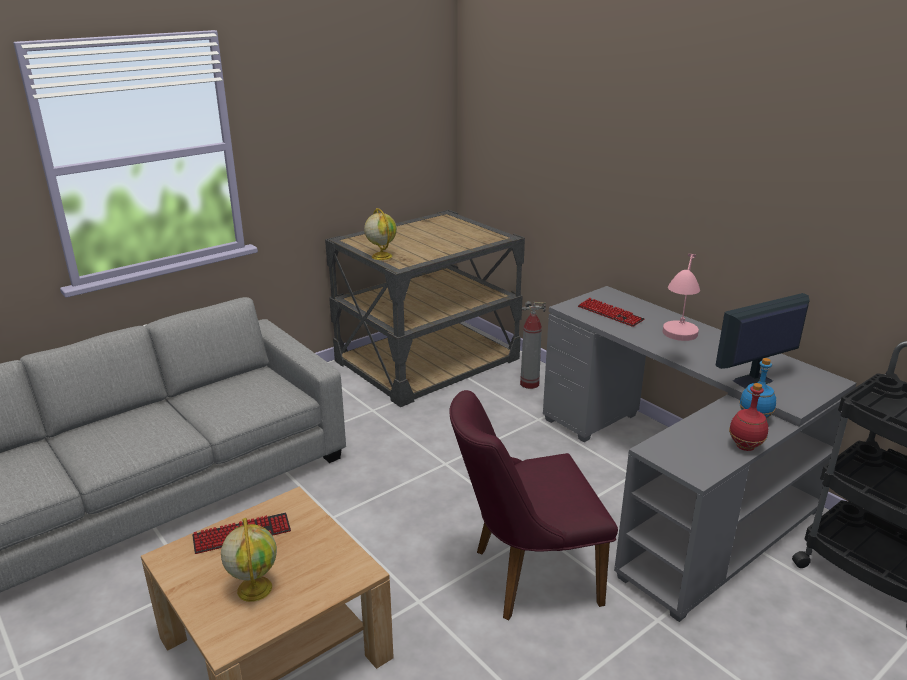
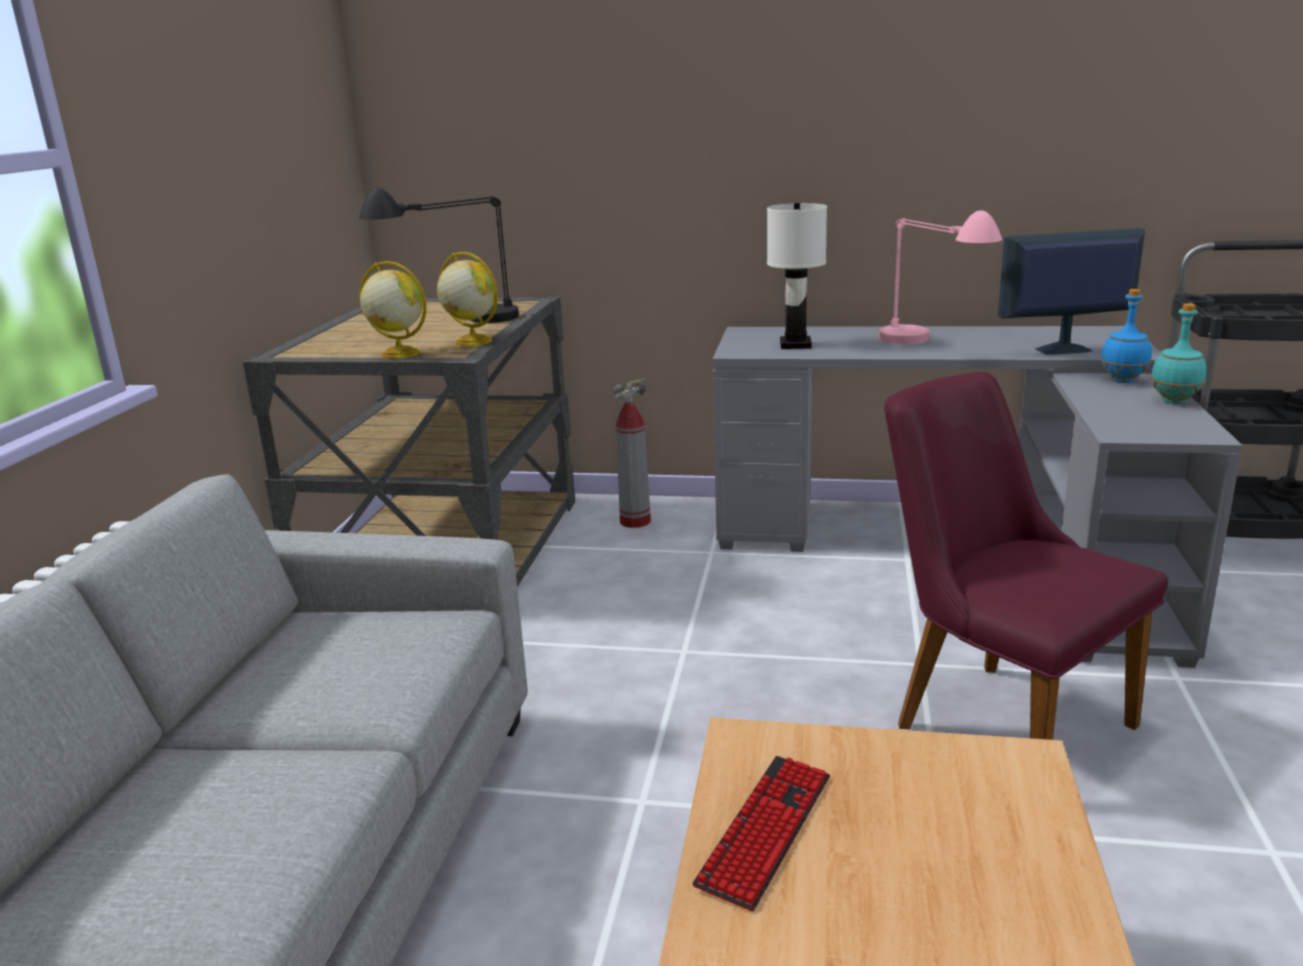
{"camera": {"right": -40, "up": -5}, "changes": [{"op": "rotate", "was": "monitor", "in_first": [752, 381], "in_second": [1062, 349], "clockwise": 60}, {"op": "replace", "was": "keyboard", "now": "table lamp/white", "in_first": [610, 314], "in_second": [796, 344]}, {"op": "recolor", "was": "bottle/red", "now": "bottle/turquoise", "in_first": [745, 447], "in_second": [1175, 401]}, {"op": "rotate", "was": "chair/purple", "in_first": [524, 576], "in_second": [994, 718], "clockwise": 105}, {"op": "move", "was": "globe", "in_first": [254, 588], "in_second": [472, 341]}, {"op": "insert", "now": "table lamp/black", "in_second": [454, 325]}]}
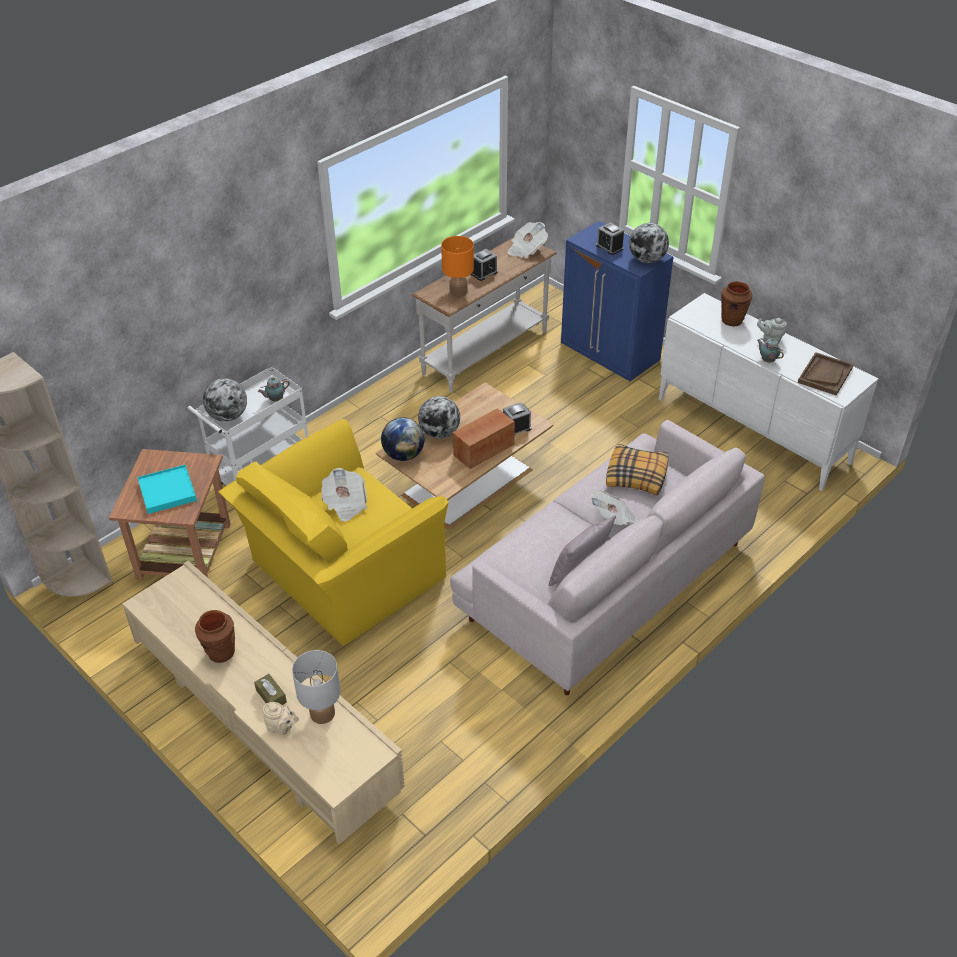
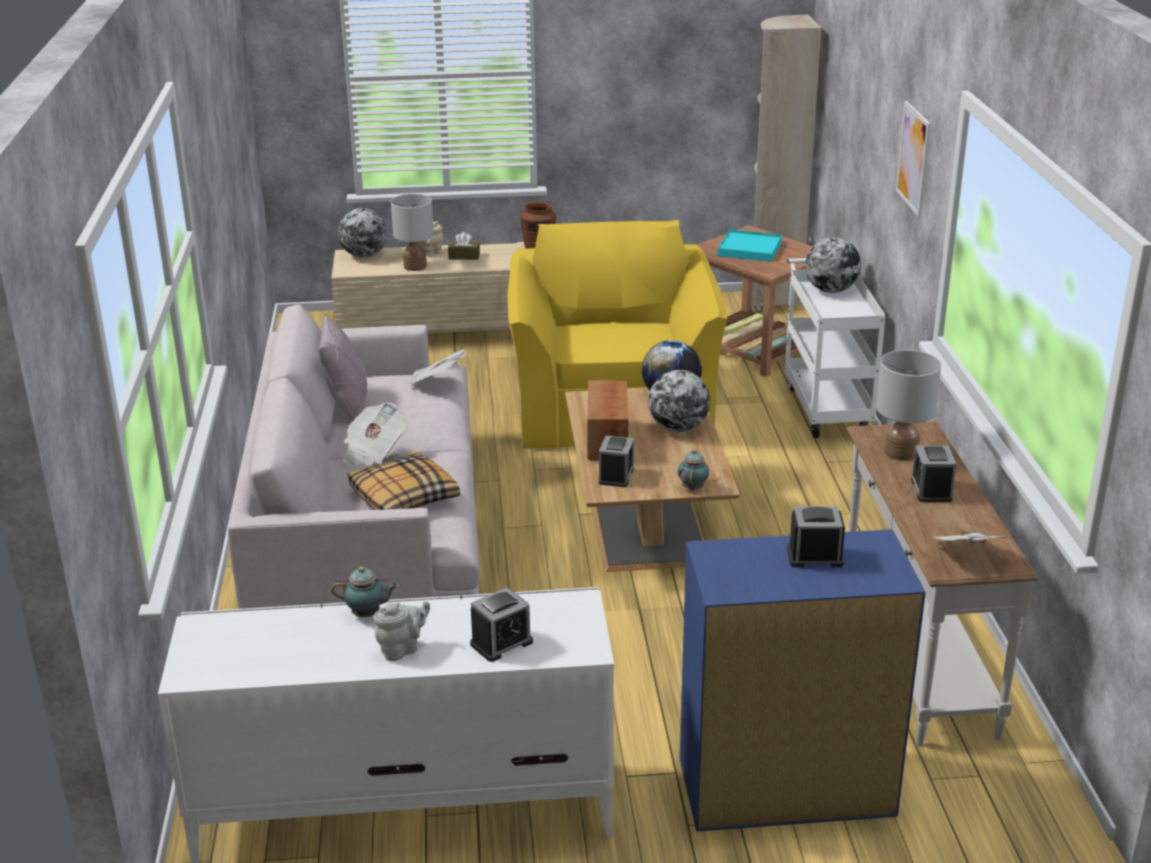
{"camera": {"right": 130, "up": -15}, "changes": [{"op": "move", "was": "globe", "in_first": [647, 260], "in_second": [364, 255]}, {"op": "recolor", "was": "table lamp/orange", "now": "table lamp/grey", "in_first": [458, 291], "in_second": [900, 452]}, {"op": "replace", "was": "vase/brown", "now": "alarm clock", "in_first": [732, 320], "in_second": [501, 643]}, {"op": "delete", "was": "tray/brown", "in_first": [825, 375]}, {"op": "move", "was": "teapot", "in_first": [275, 399], "in_second": [693, 487]}, {"op": "move", "was": "newspaper", "in_first": [345, 504], "in_second": [437, 381]}, {"op": "insert", "now": "picture", "in_second": [913, 158]}]}
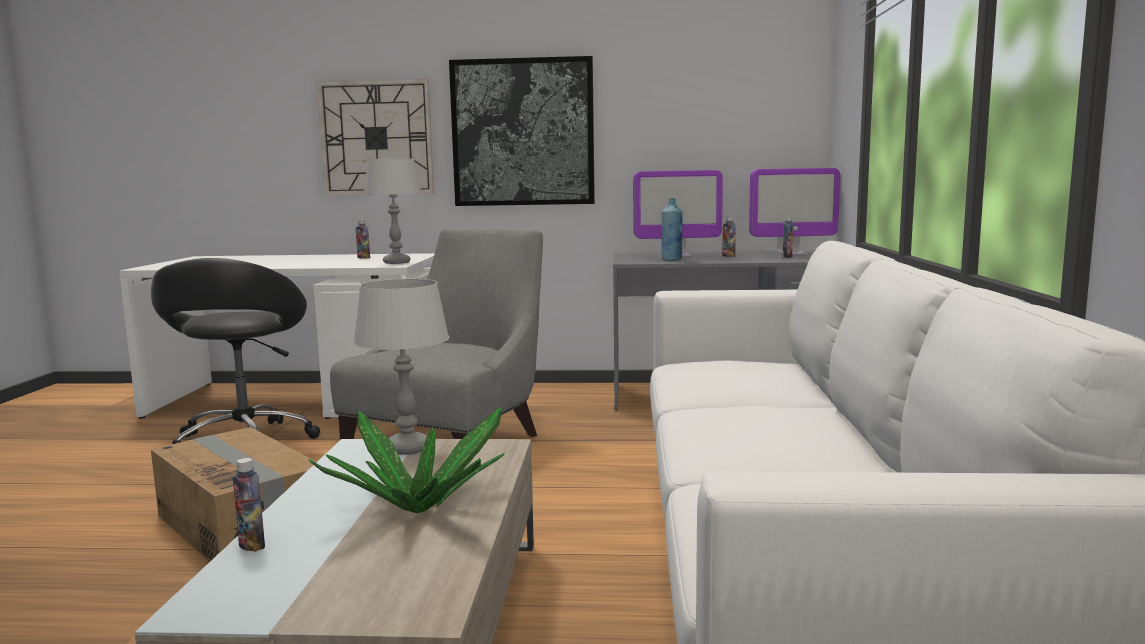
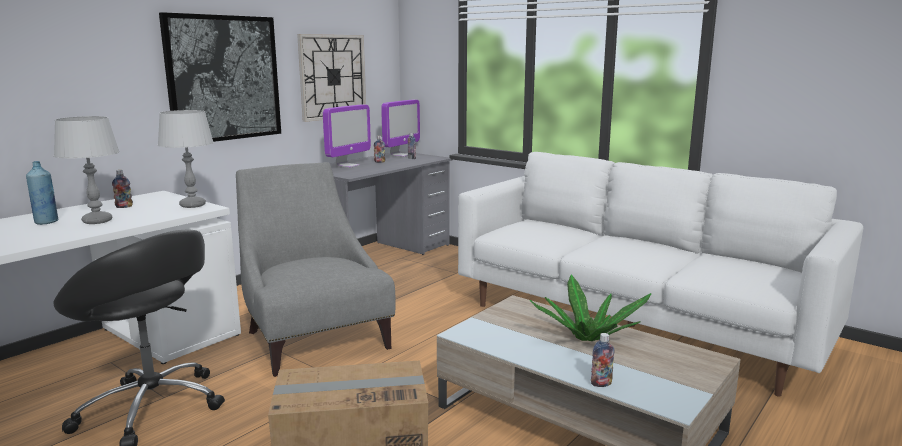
{"camera": {"right": -55, "up": 5}, "changes": [{"op": "move", "was": "wall clock", "in_first": [376, 138], "in_second": [332, 77]}, {"op": "move", "was": "bottle/blue", "in_first": [671, 260], "in_second": [46, 222]}, {"op": "move", "was": "table lamp/grey", "in_first": [408, 448], "in_second": [97, 221]}]}
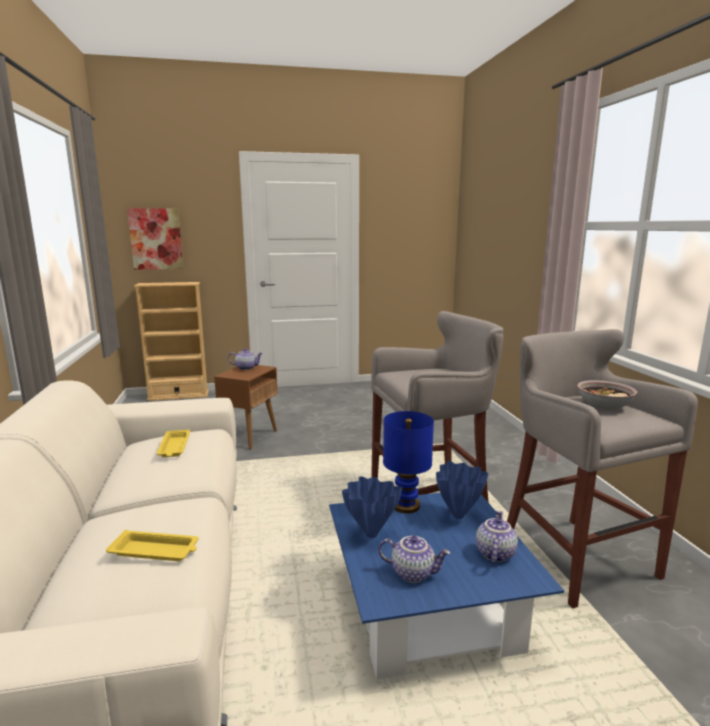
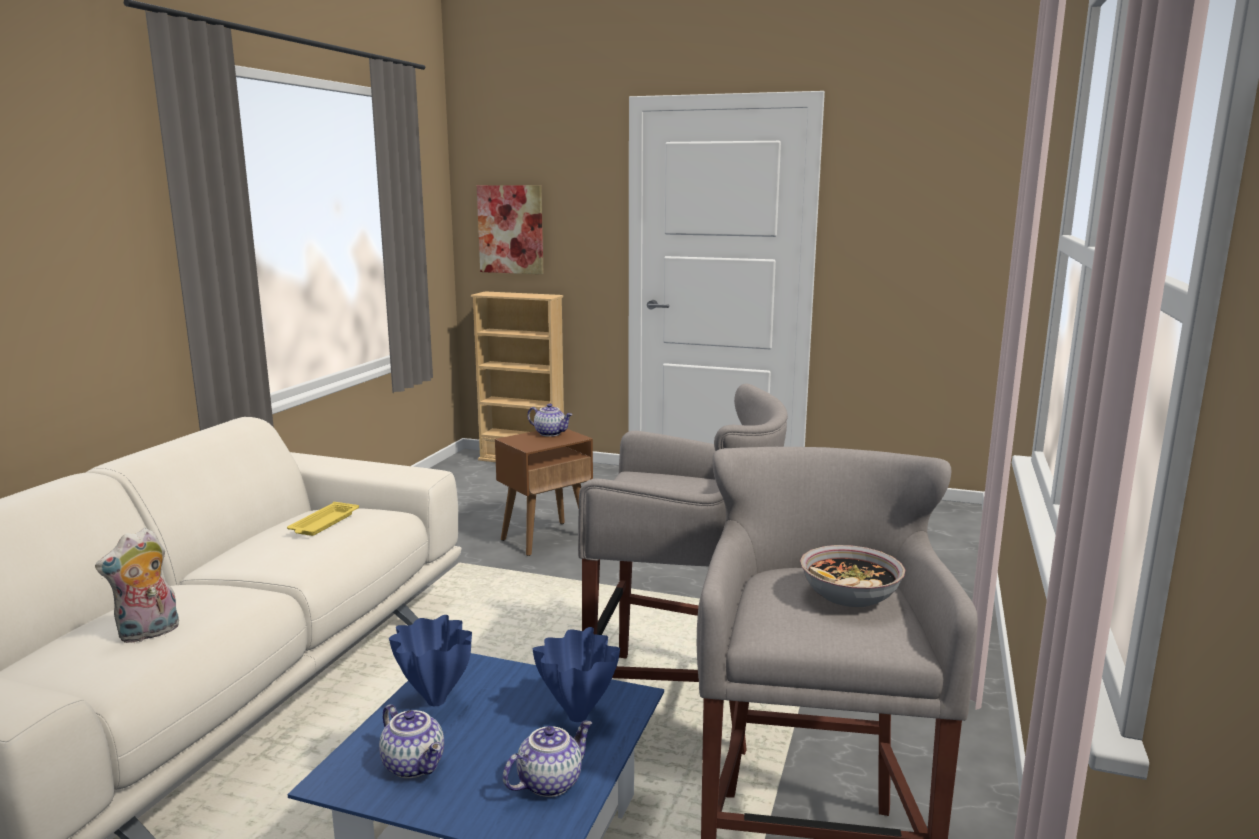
{"camera": {"right": 30, "up": 0}, "changes": [{"op": "delete", "was": "table lamp/blue", "in_first": [406, 506]}, {"op": "replace", "was": "tray/yellow", "now": "plush toy", "in_first": [155, 551], "in_second": [148, 634]}]}
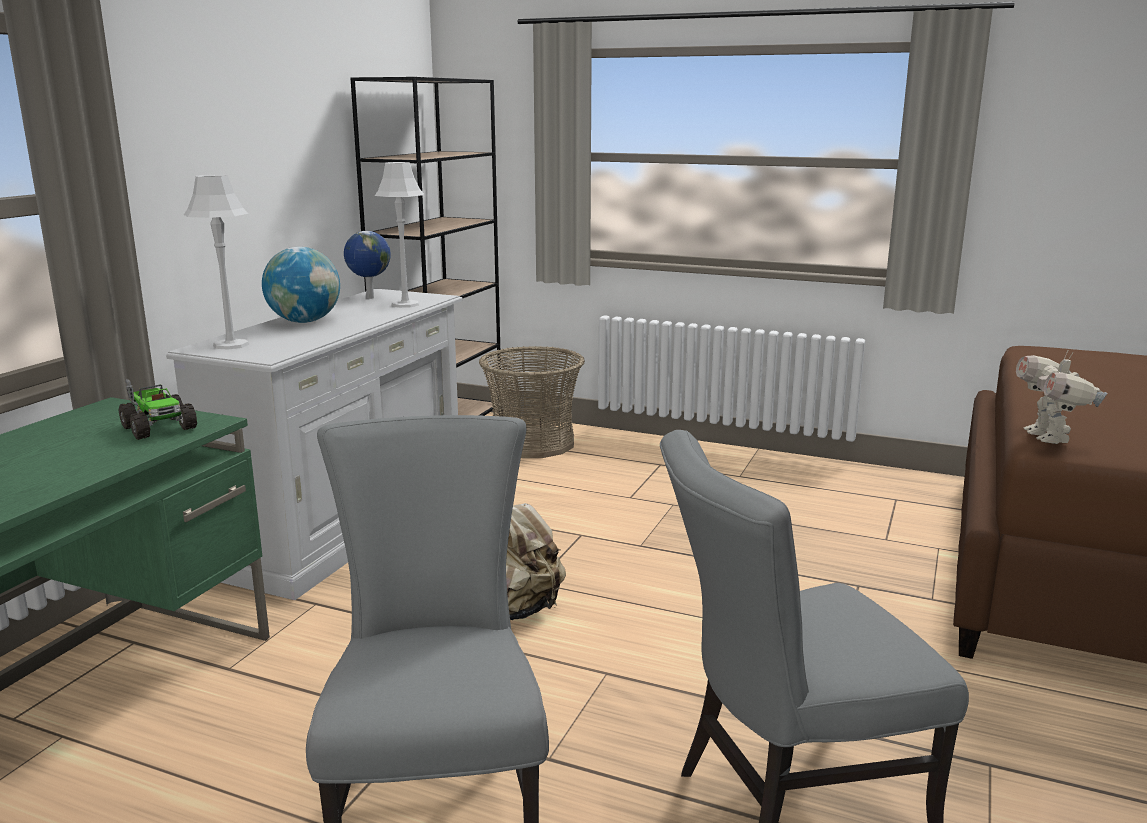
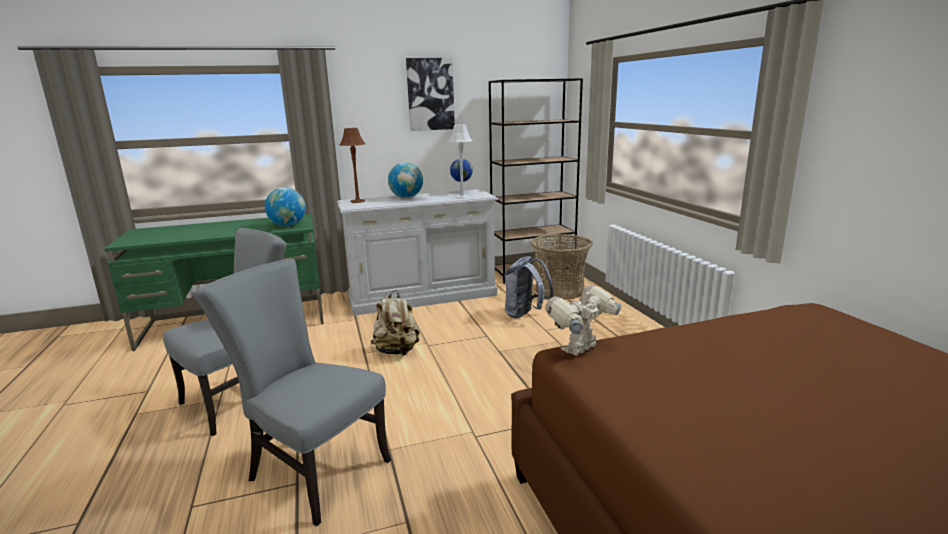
{"camera": {"right": 50, "up": 0}, "changes": [{"op": "recolor", "was": "table lamp/grey", "now": "table lamp/brown", "in_first": [230, 345], "in_second": [357, 201]}, {"op": "replace", "was": "toy truck", "now": "globe", "in_first": [159, 427], "in_second": [288, 225]}, {"op": "insert", "now": "picture", "in_second": [430, 94]}, {"op": "insert", "now": "backpack/grey", "in_second": [525, 315]}]}
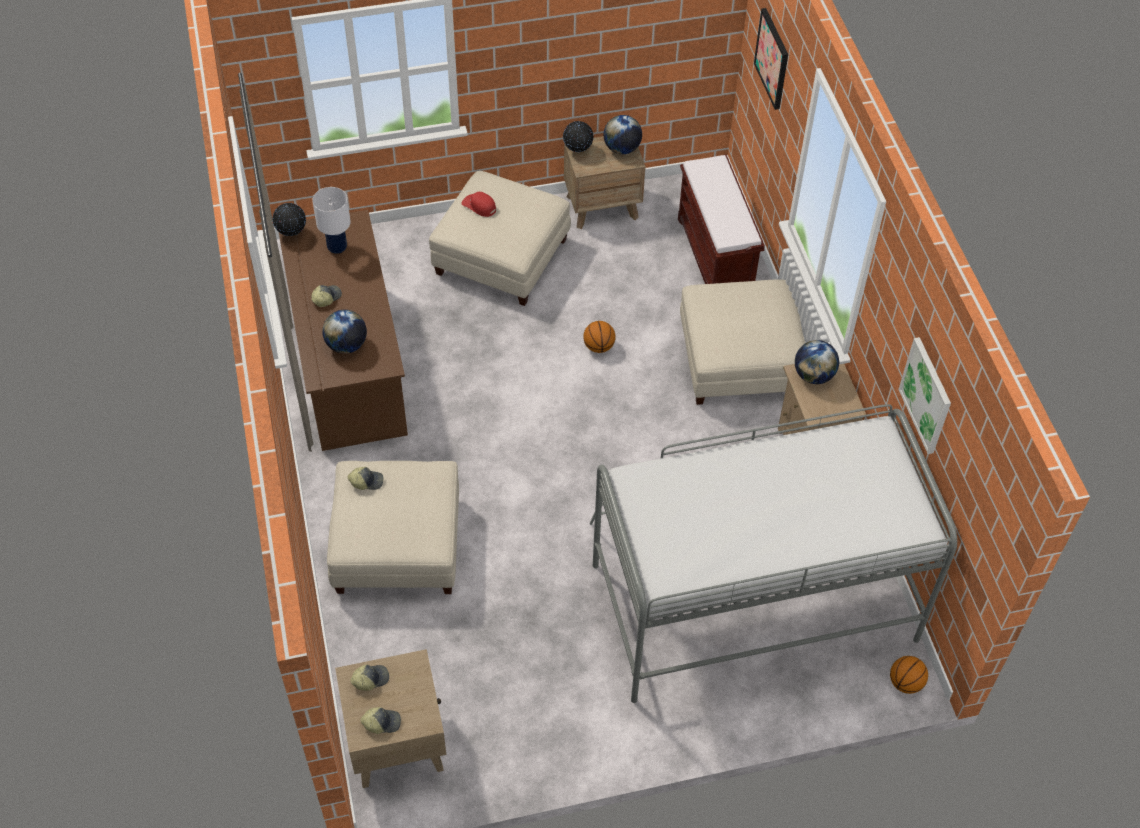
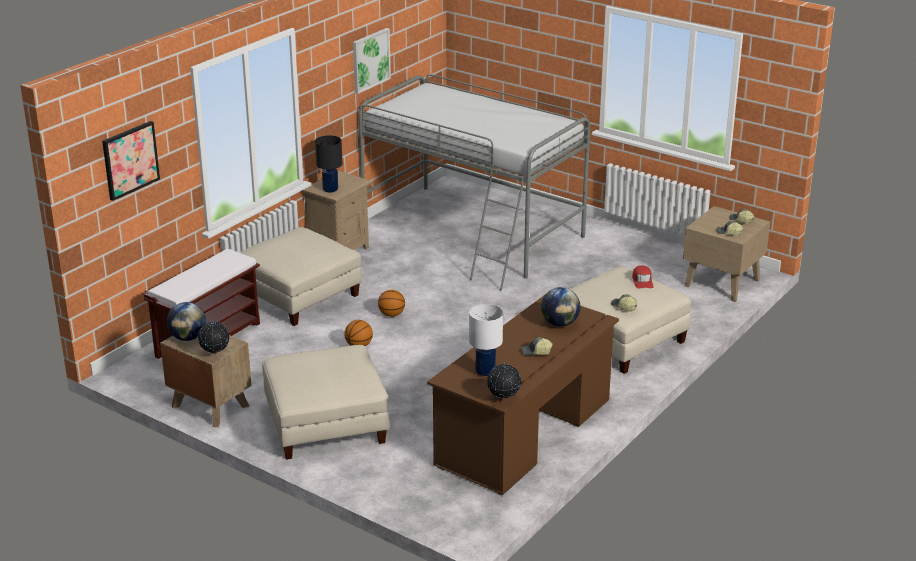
{"camera": {"right": -130, "up": -25}, "changes": [{"op": "move", "was": "cap/red", "in_first": [479, 206], "in_second": [642, 281]}, {"op": "replace", "was": "globe", "now": "table lamp/black", "in_first": [813, 375], "in_second": [330, 190]}, {"op": "move", "was": "basketball", "in_first": [905, 683], "in_second": [391, 314]}]}
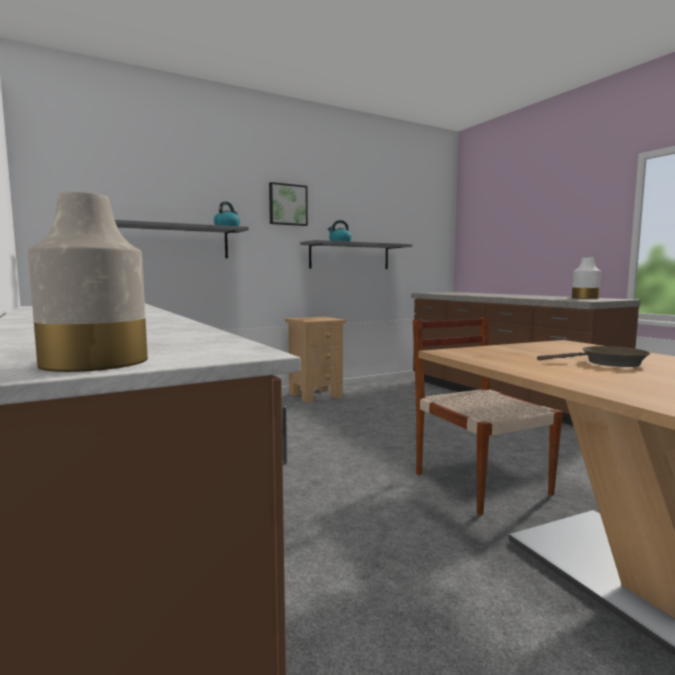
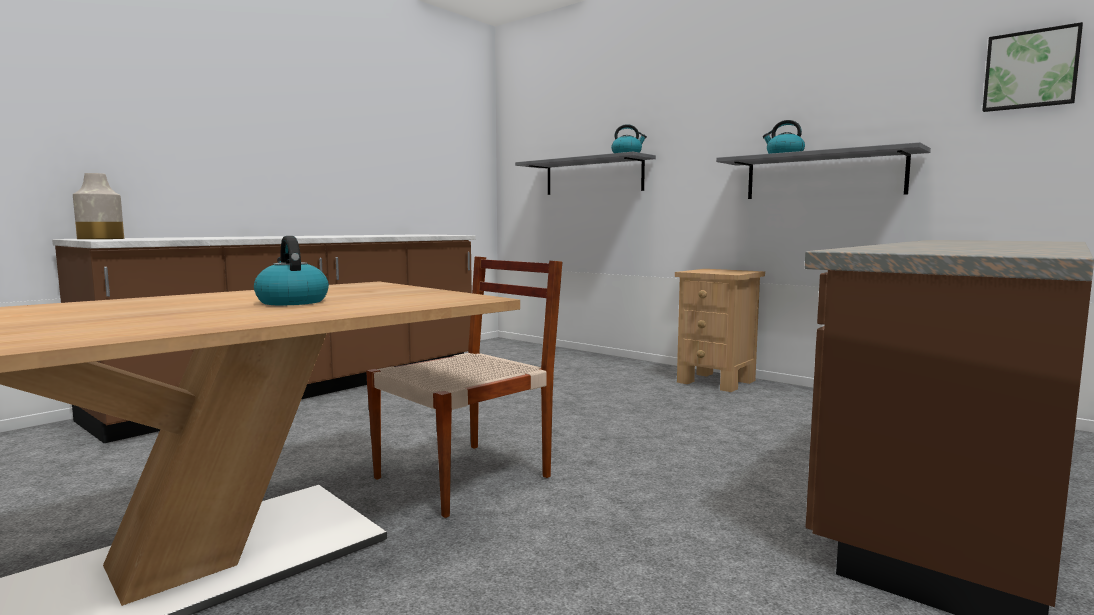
{"camera": {"right": 70, "up": 0}, "changes": [{"op": "move", "was": "picture", "in_first": [287, 205], "in_second": [1030, 70]}, {"op": "delete", "was": "vase/white", "in_first": [585, 298]}, {"op": "replace", "was": "frying pan/brown", "now": "kettle", "in_first": [607, 363], "in_second": [291, 302]}]}
